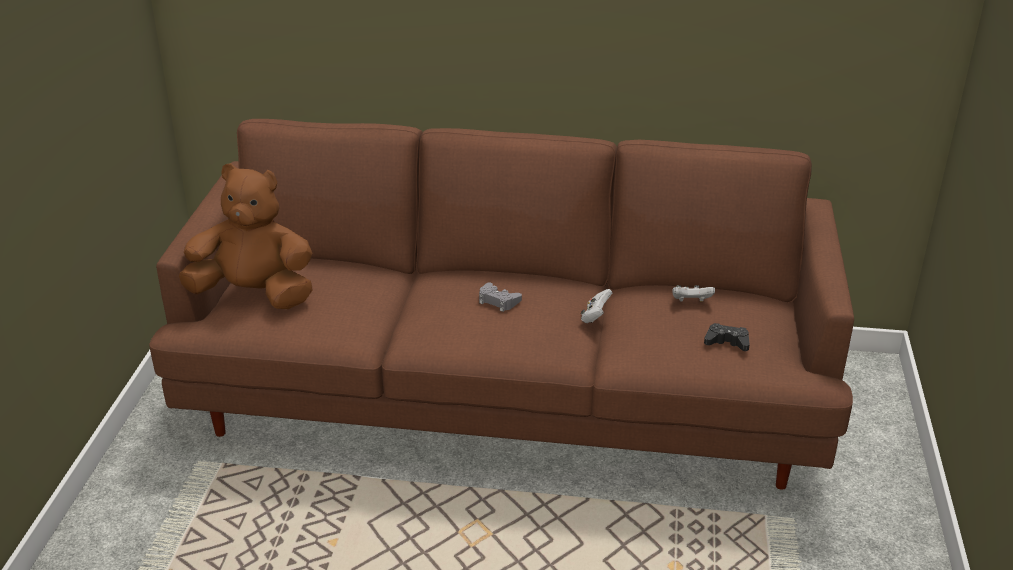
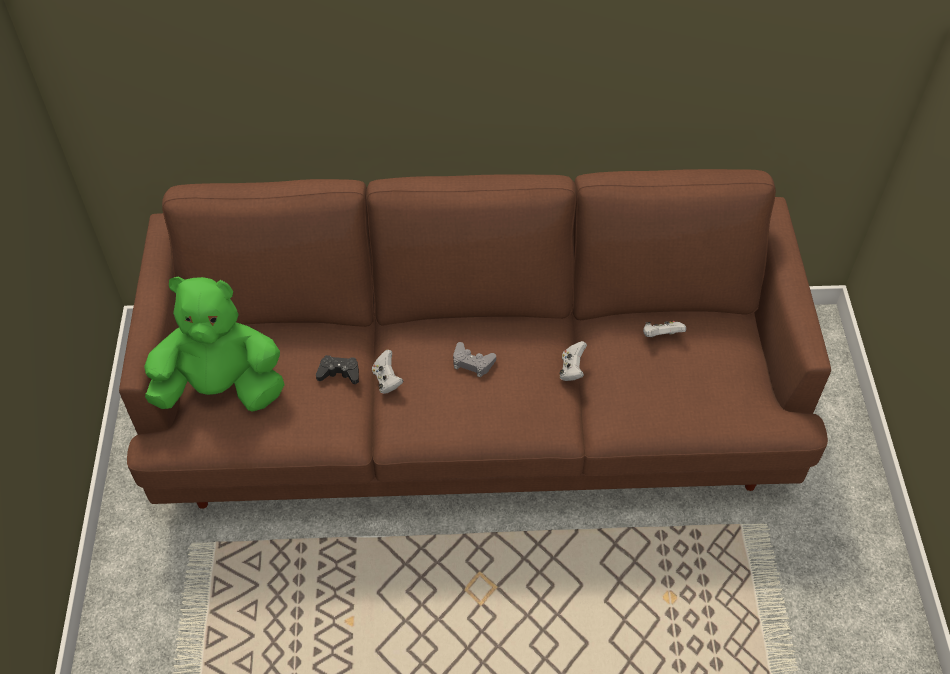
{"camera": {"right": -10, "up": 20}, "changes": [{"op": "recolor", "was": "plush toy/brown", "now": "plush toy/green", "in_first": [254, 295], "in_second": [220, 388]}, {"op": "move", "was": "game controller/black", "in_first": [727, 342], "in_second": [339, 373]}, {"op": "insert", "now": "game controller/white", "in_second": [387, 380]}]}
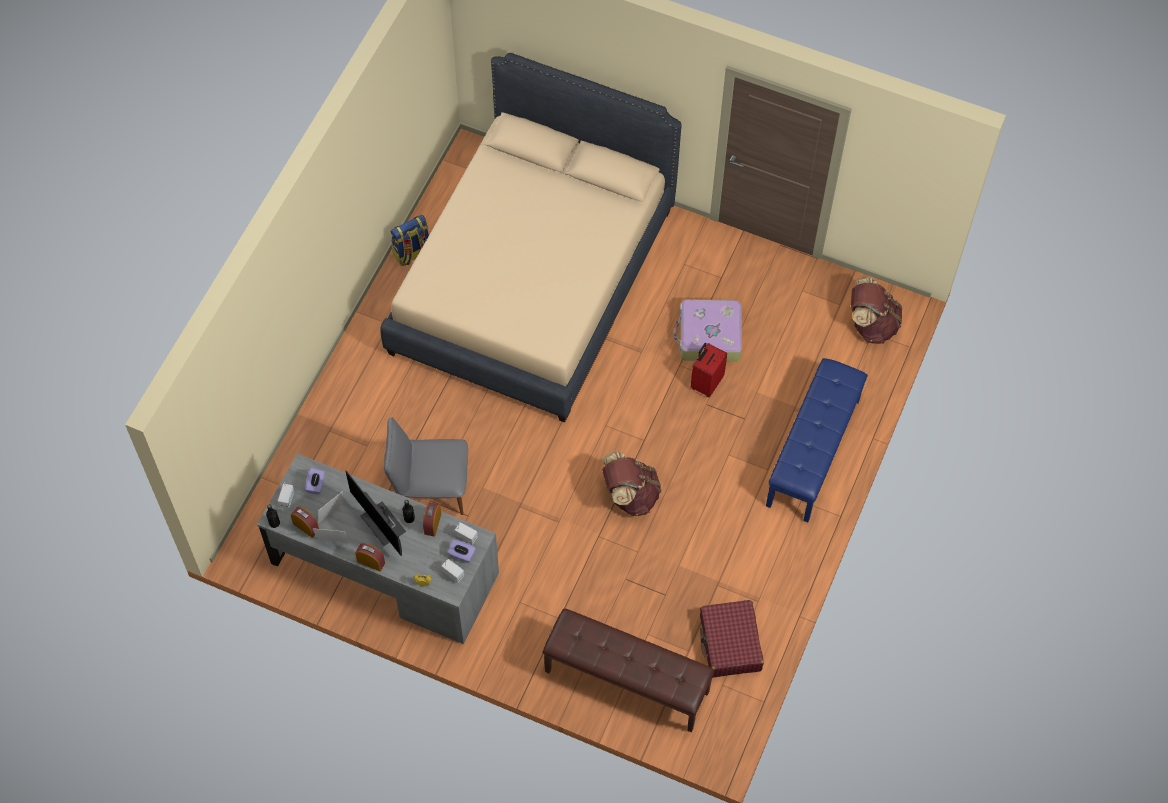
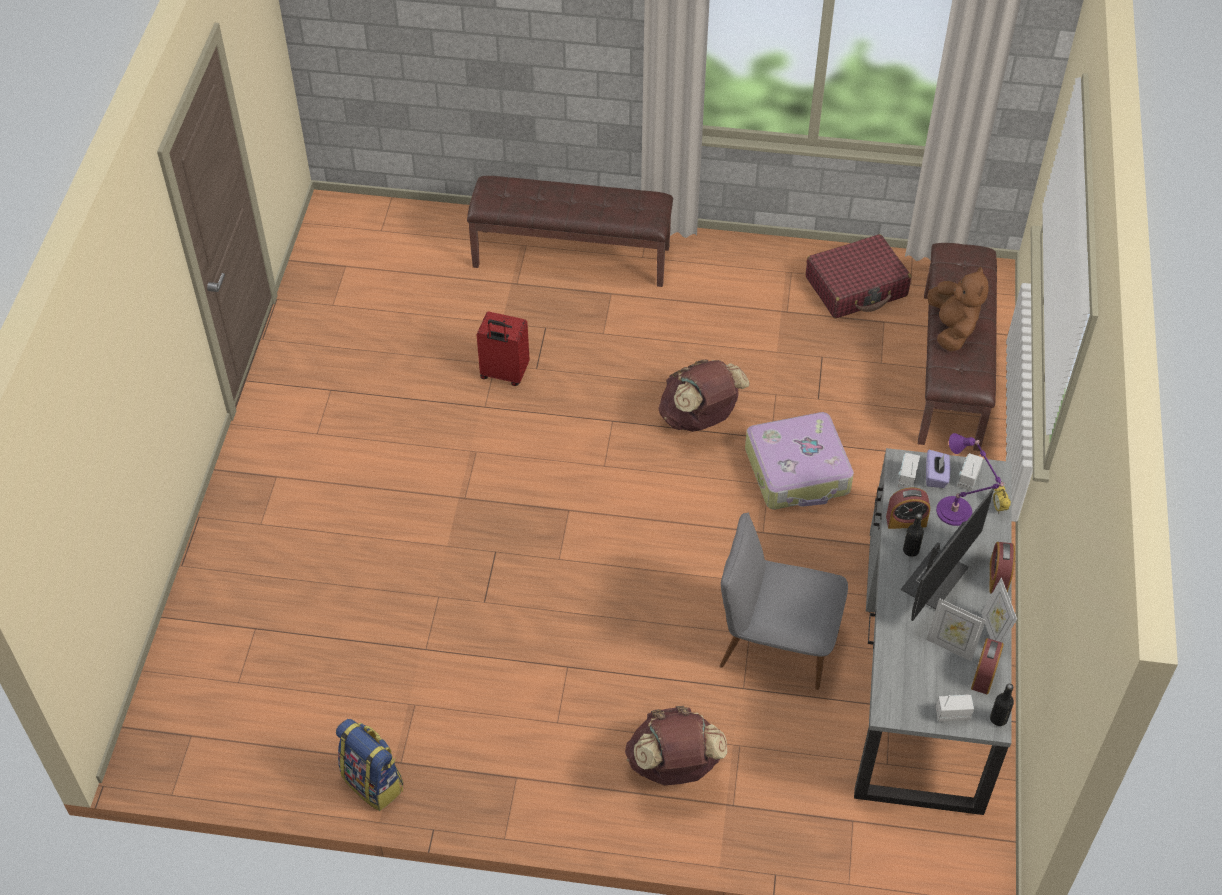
{"camera": {"right": -105, "up": -10}, "changes": [{"op": "delete", "was": "bed/beige", "in_first": [533, 280]}, {"op": "move", "was": "backpack/brown", "in_first": [871, 325], "in_second": [674, 766]}, {"op": "move", "was": "suitcase", "in_first": [709, 336], "in_second": [798, 471]}, {"op": "recolor", "was": "bench/blue", "now": "bench/brown", "in_first": [814, 453], "in_second": [572, 256]}, {"op": "rotate", "was": "chair/grey", "in_first": [431, 488], "in_second": [777, 643], "clockwise": 120}, {"op": "delete", "was": "tissue box/purple", "in_first": [316, 485]}, {"op": "insert", "now": "plush toy/brown", "in_second": [952, 329]}, {"op": "insert", "now": "table lamp/purple", "in_second": [956, 513]}]}
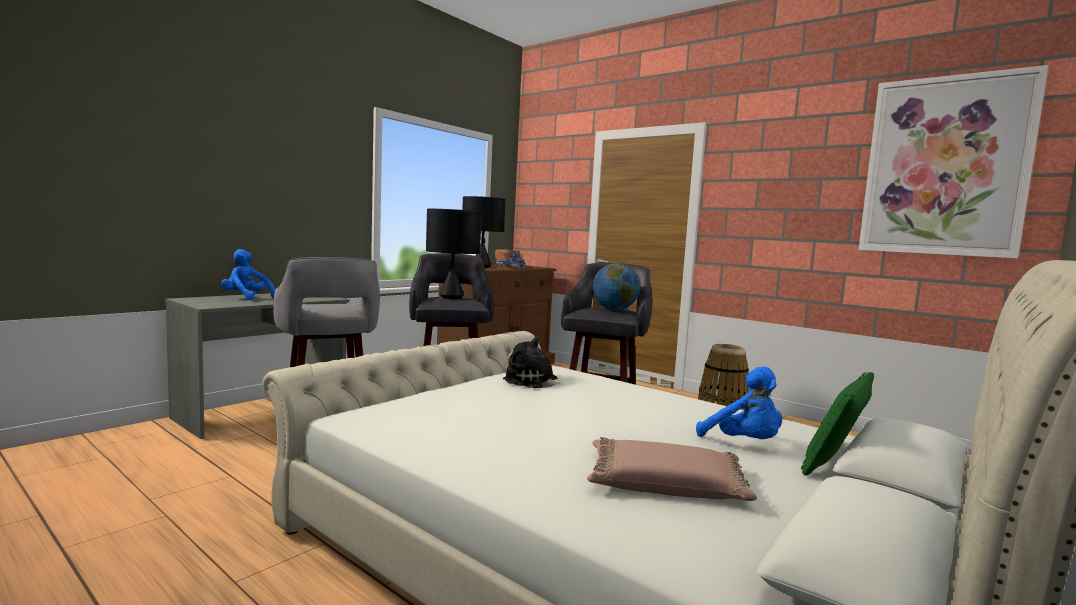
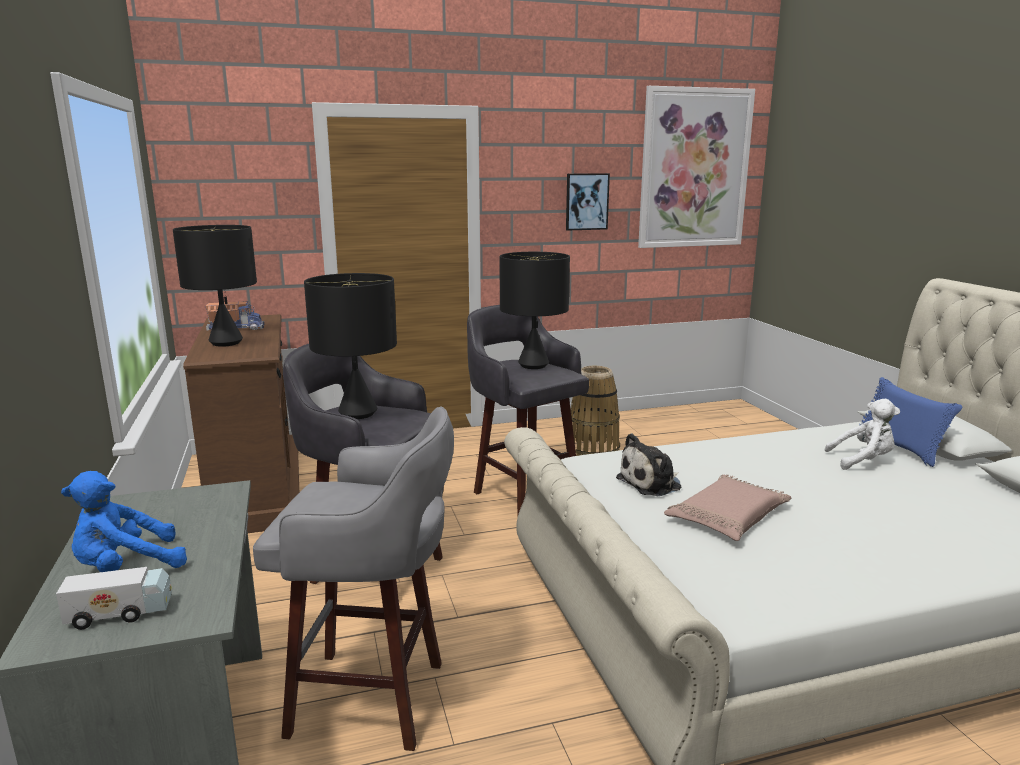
{"camera": {"right": -55, "up": 10}, "changes": [{"op": "replace", "was": "globe", "now": "table lamp/black", "in_first": [614, 310], "in_second": [533, 366]}, {"op": "recolor", "was": "plush toy/blue", "now": "plush toy/white", "in_first": [744, 443], "in_second": [863, 461]}, {"op": "recolor", "was": "pillow/green", "now": "pillow/blue", "in_first": [834, 460], "in_second": [900, 448]}, {"op": "move", "was": "pillow/beige", "in_first": [665, 480], "in_second": [728, 514]}, {"op": "insert", "now": "picture", "in_second": [586, 201]}, {"op": "insert", "now": "toy truck", "in_second": [120, 613]}]}
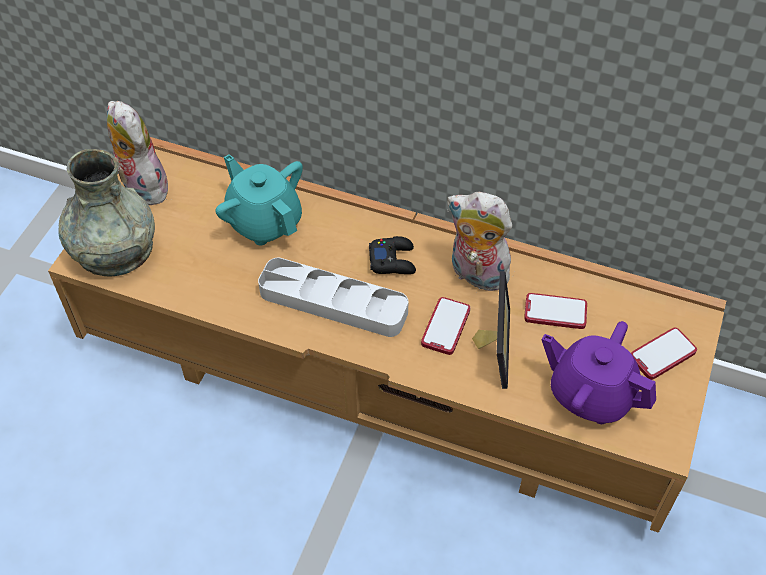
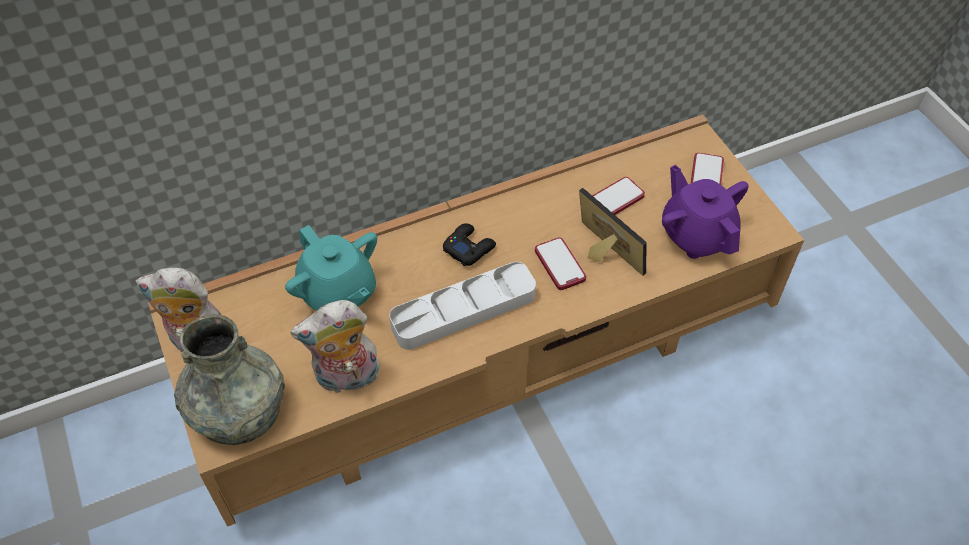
{"camera": {"right": -45, "up": 0}, "changes": [{"op": "rotate", "was": "teapot/turquoise", "in_first": [264, 221], "in_second": [338, 293], "clockwise": -135}, {"op": "move", "was": "plush toy", "in_first": [475, 275], "in_second": [346, 379]}, {"op": "rotate", "was": "teapot/purple", "in_first": [590, 394], "in_second": [697, 235], "clockwise": 75}]}
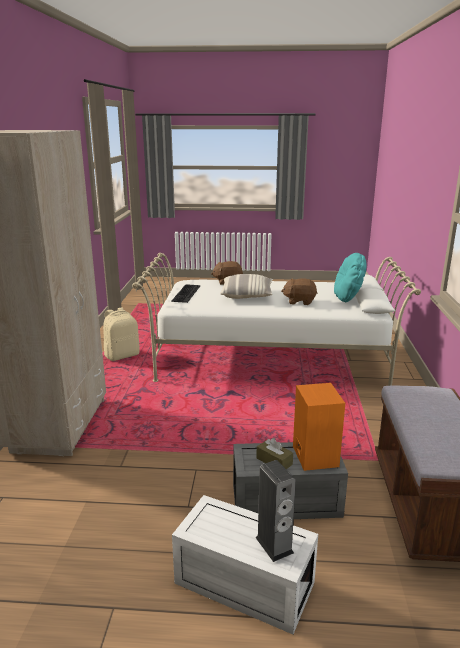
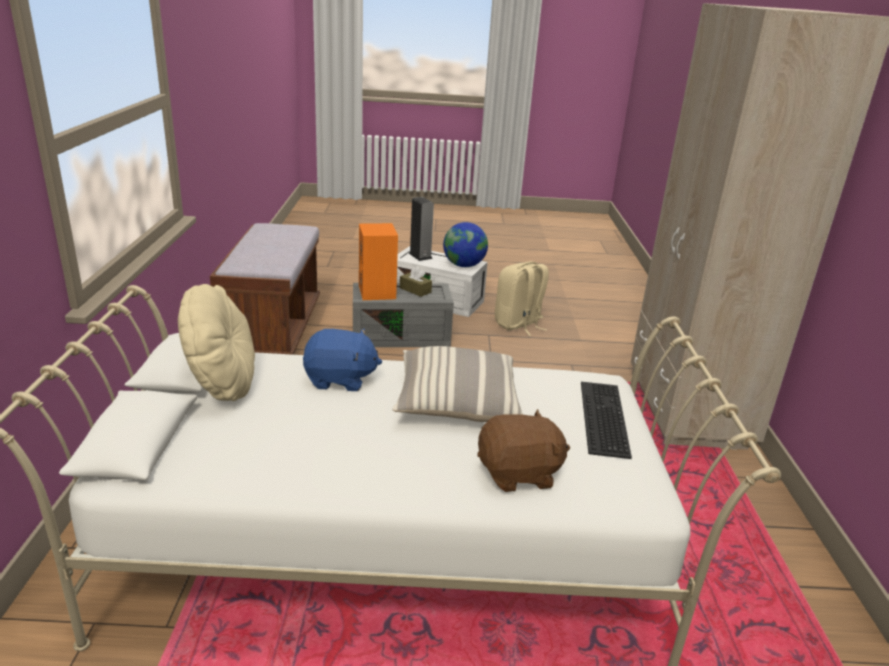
{"camera": {"right": 175, "up": 5}, "changes": [{"op": "recolor", "was": "pillow/turquoise", "now": "pillow/beige", "in_first": [348, 299], "in_second": [223, 388]}, {"op": "recolor", "was": "plush toy/brown", "now": "plush toy/blue", "in_first": [299, 301], "in_second": [340, 379]}, {"op": "move", "was": "backpack/beige", "in_first": [122, 355], "in_second": [518, 324]}, {"op": "insert", "now": "globe", "in_second": [464, 265]}]}
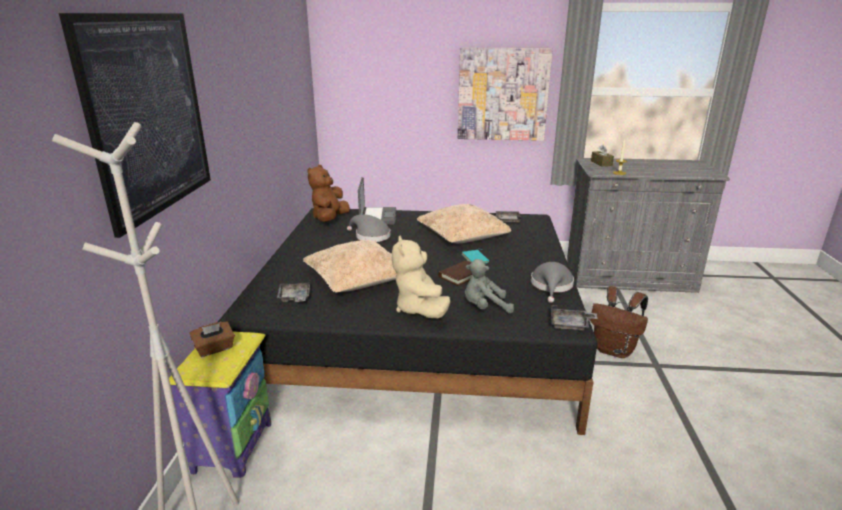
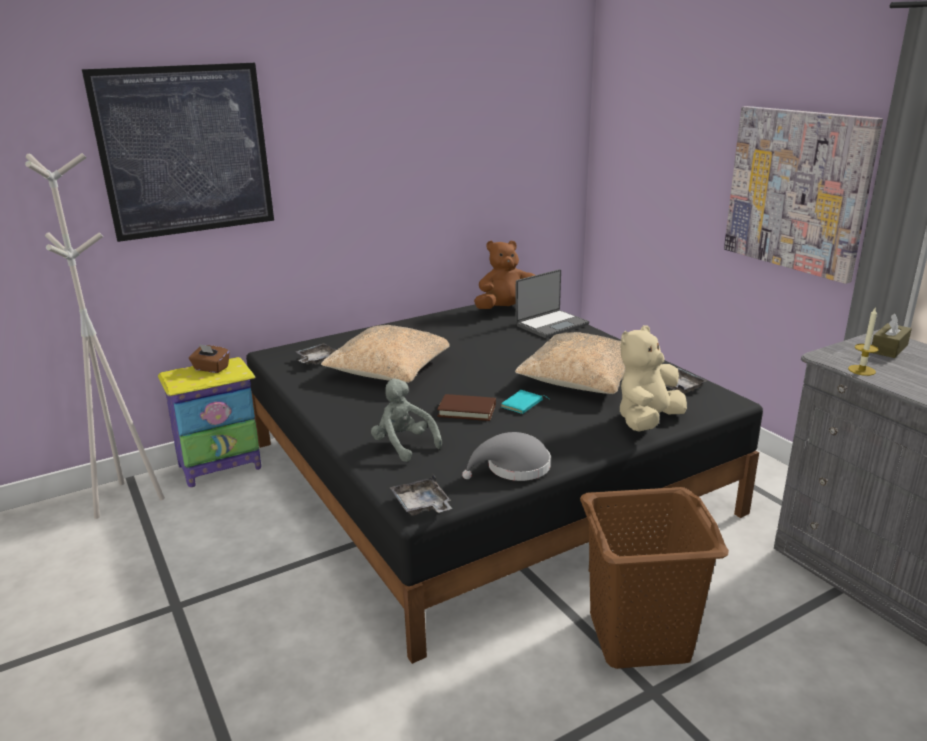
{"camera": {"right": 55, "up": 0}, "changes": [{"op": "delete", "was": "hat/grey", "in_first": [370, 236]}, {"op": "move", "was": "plush toy/beige", "in_first": [419, 309], "in_second": [647, 421]}, {"op": "replace", "was": "backpack/brown", "now": "laundry basket/brown", "in_first": [614, 350], "in_second": [640, 637]}]}
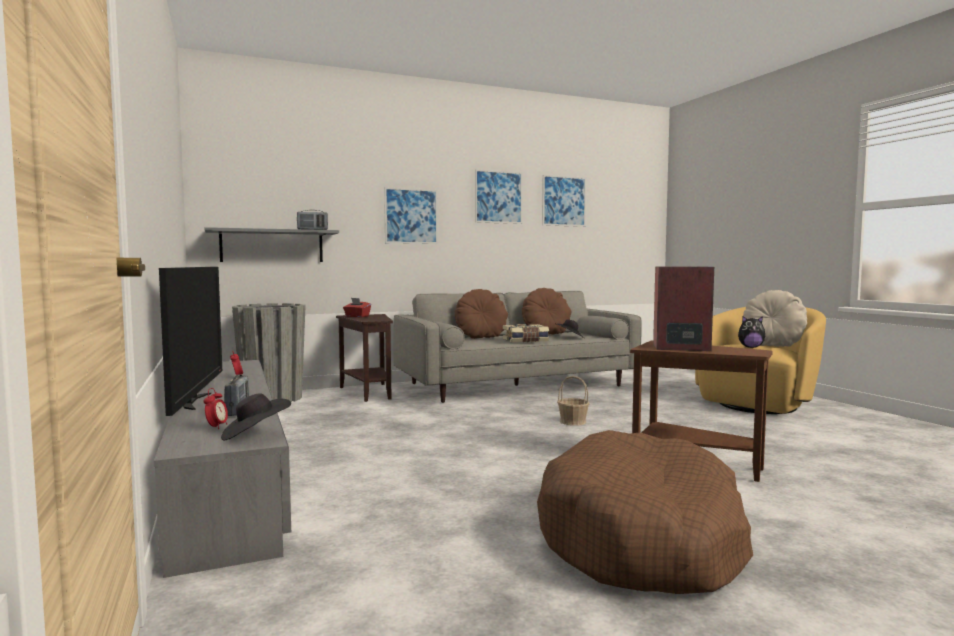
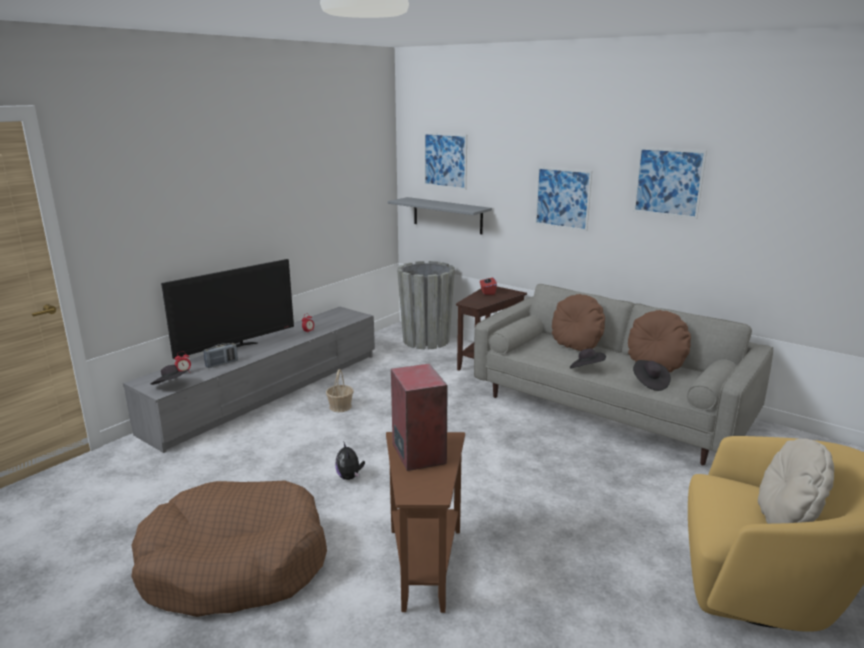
{"camera": {"right": 60, "up": 15}, "changes": [{"op": "move", "was": "picture", "in_first": [564, 201], "in_second": [445, 160]}, {"op": "delete", "was": "radio", "in_first": [312, 229]}, {"op": "move", "was": "plush toy", "in_first": [750, 347], "in_second": [349, 477]}, {"op": "replace", "was": "book", "now": "hat/black", "in_first": [525, 341], "in_second": [586, 369]}, {"op": "move", "was": "basket", "in_first": [572, 422], "in_second": [340, 407]}]}
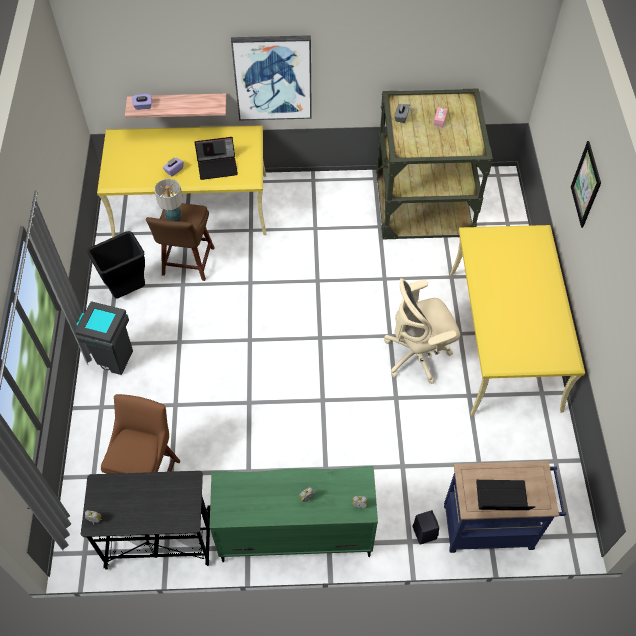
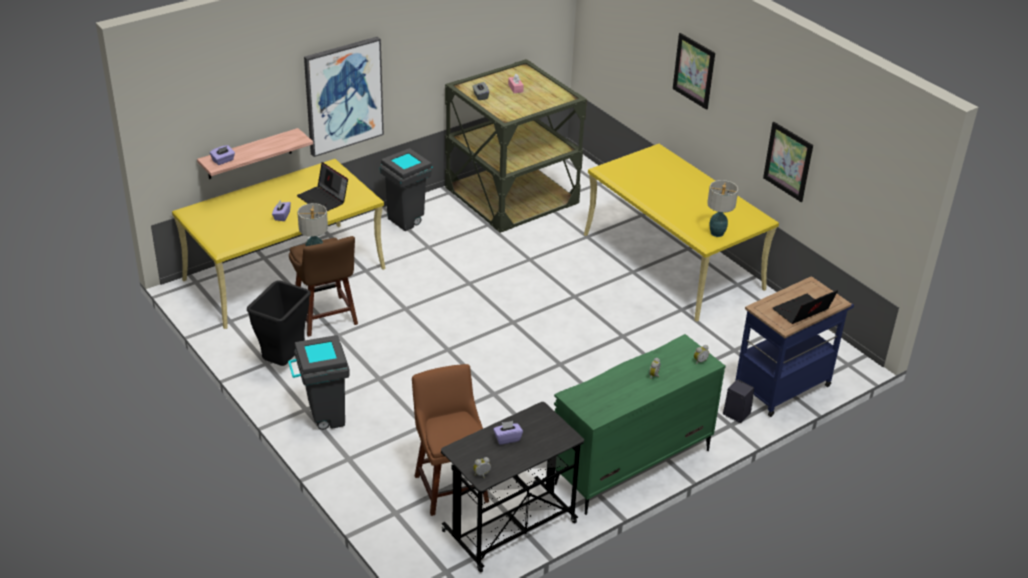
{"camera": {"right": -35, "up": -20}, "changes": [{"op": "rotate", "was": "laptop", "in_first": [218, 166], "in_second": [323, 199], "clockwise": 90}, {"op": "delete", "was": "office chair/beige", "in_first": [419, 352]}, {"op": "insert", "now": "picture", "in_second": [788, 161]}, {"op": "insert", "now": "trash can/grey", "in_second": [408, 220]}, {"op": "insert", "now": "table lamp", "in_second": [717, 233]}, {"op": "insert", "now": "tissue box/purple", "in_second": [507, 438]}]}
